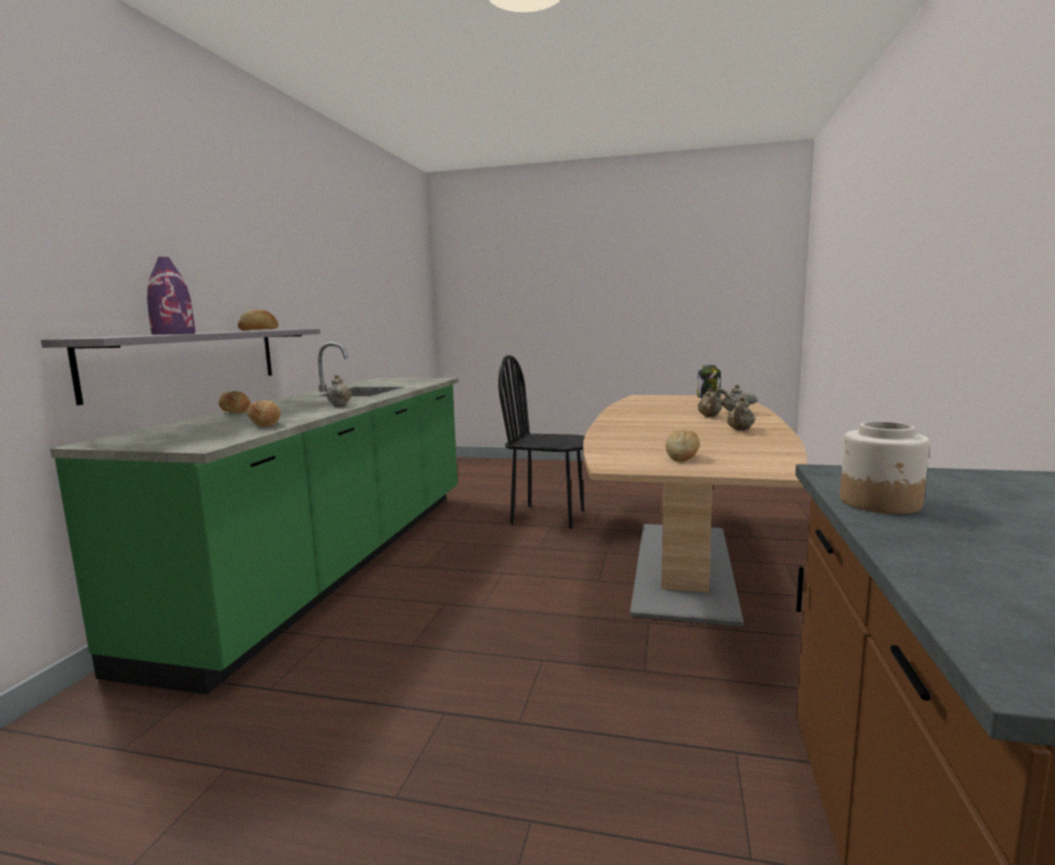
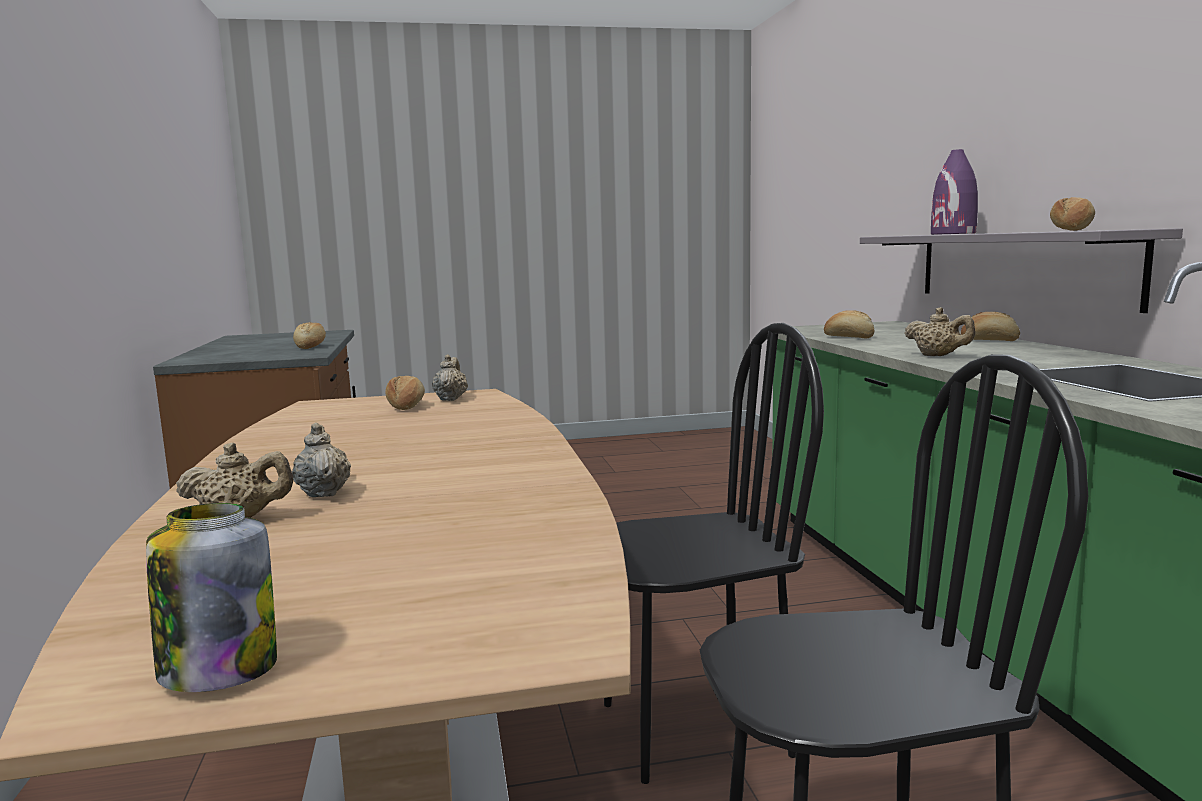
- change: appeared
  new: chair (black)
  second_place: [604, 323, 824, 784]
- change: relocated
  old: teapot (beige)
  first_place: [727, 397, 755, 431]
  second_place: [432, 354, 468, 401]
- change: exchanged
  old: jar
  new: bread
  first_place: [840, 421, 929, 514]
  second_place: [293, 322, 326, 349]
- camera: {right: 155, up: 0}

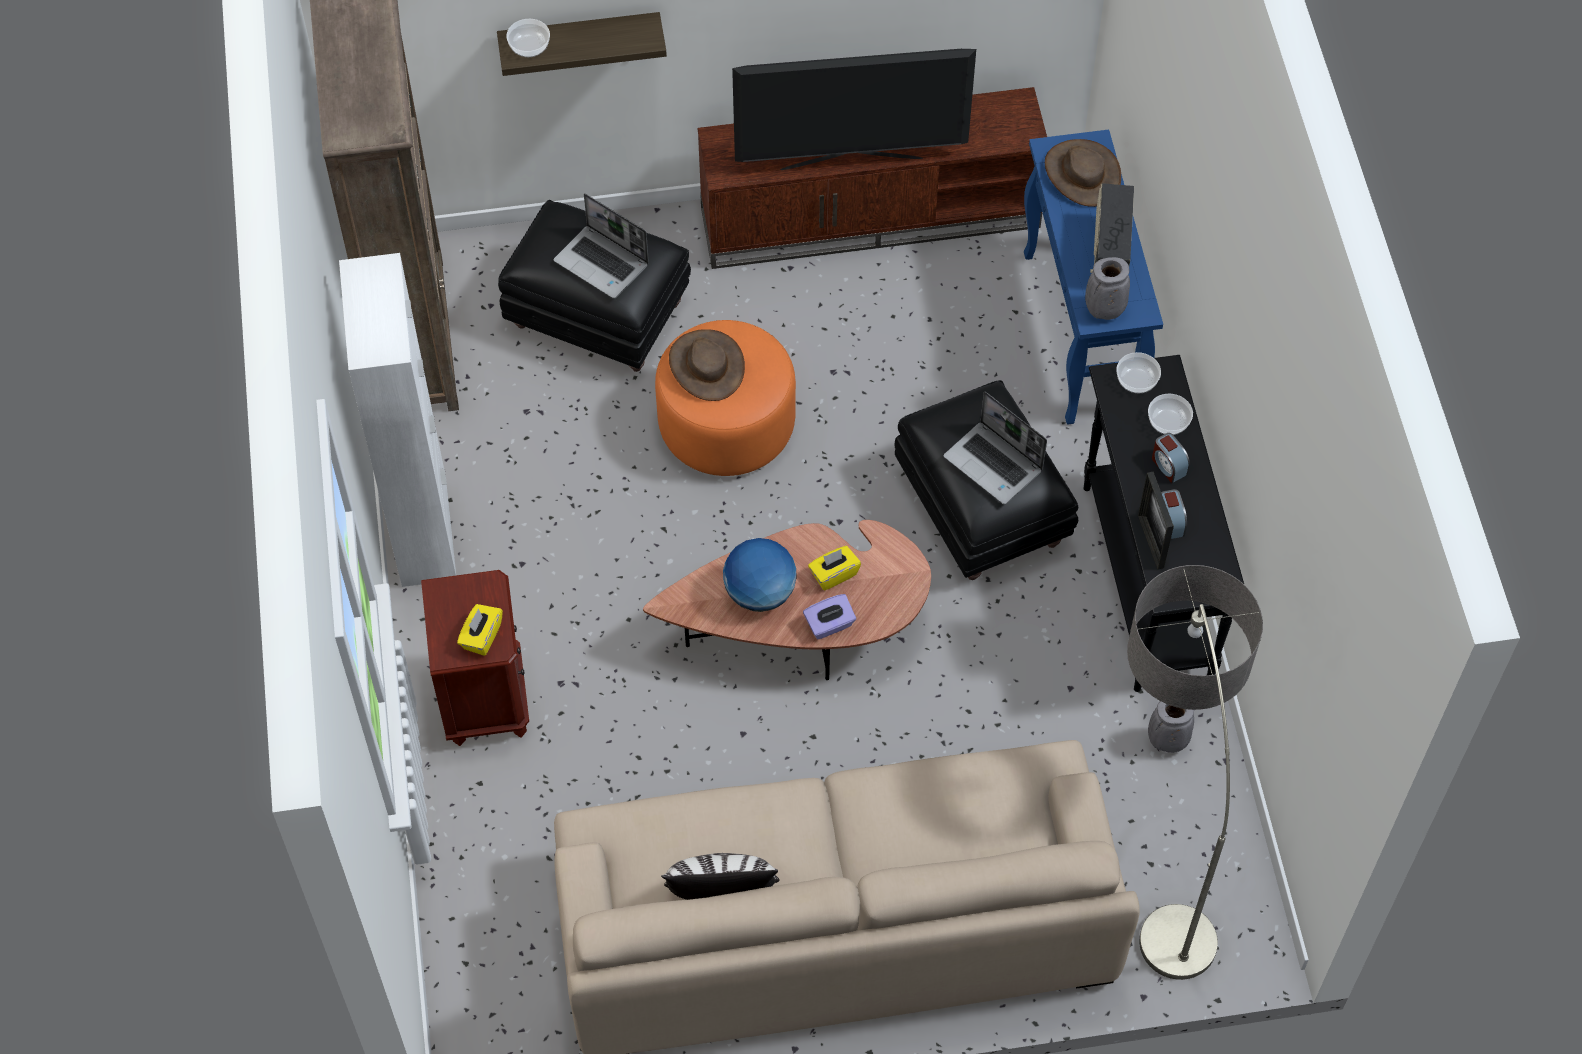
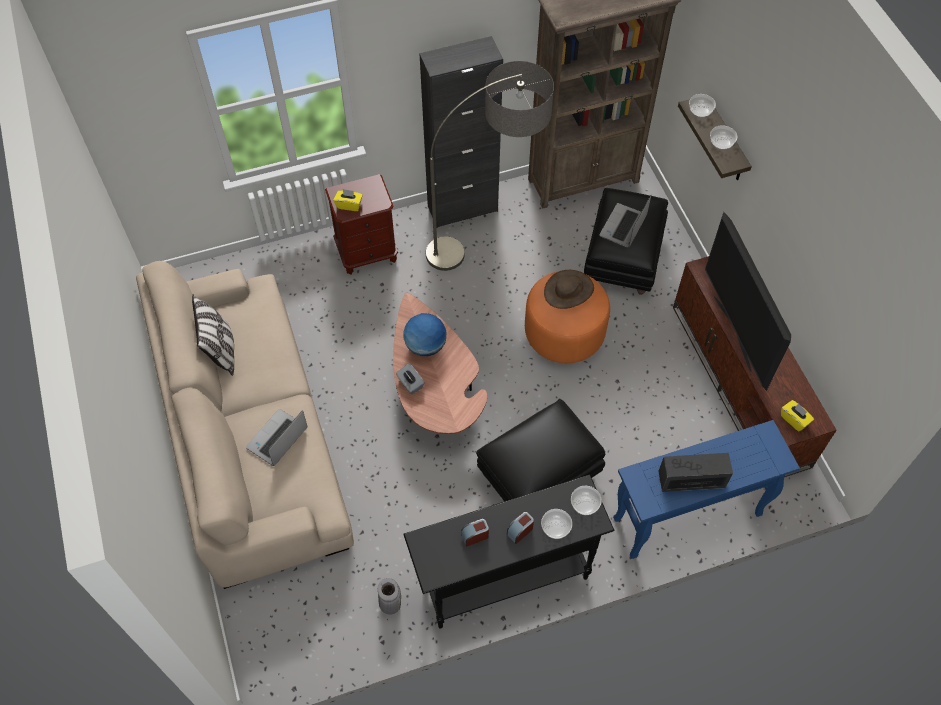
- change: missing
  old: hat (brown)
  first_place: [1045, 139, 1121, 207]
- change: missing
  old: vase (grey)
  first_place: [1085, 257, 1130, 320]
- change: missing
  old: picture frame
  first_place: [1138, 472, 1174, 570]
- change: appeared
  new: bowl
  second_place: [710, 125, 737, 150]
- change: relocated
  old: tissue box (yellow)
  first_place: [808, 546, 861, 591]
  second_place: [781, 400, 814, 431]
- change: relocated
  old: laptop
  first_place: [943, 391, 1047, 504]
  second_place: [246, 409, 308, 466]
- change: relocated
  old: floor lamp
  first_place: [1127, 565, 1263, 980]
  second_place: [426, 61, 554, 271]
- change: colour
  old: cabinet (white)
  new: cabinet (black)
  first_place: [339, 253, 456, 587]
  second_place: [419, 36, 503, 228]
- change: colour
  old: tissue box (purple)
  new: tissue box (grey)
  first_place: [803, 594, 856, 639]
  second_place: [396, 363, 424, 394]
- camera: {right: 80, up: 0}

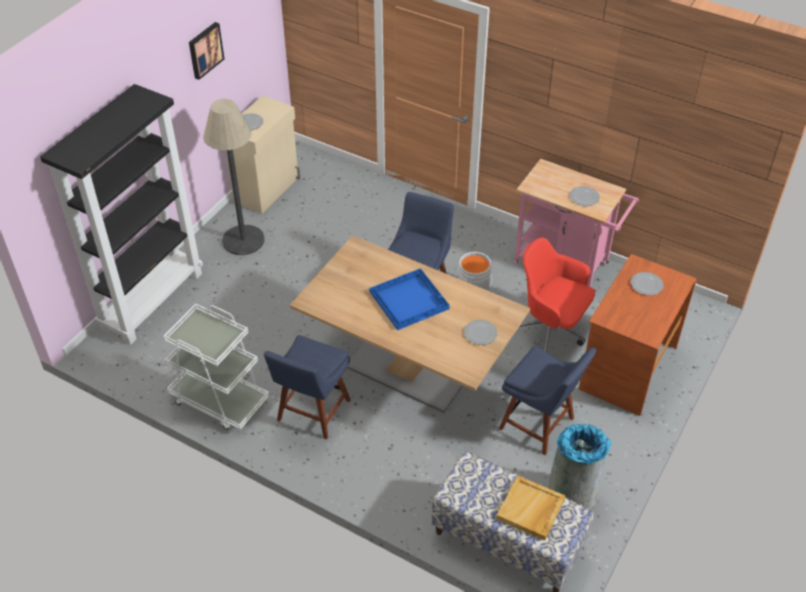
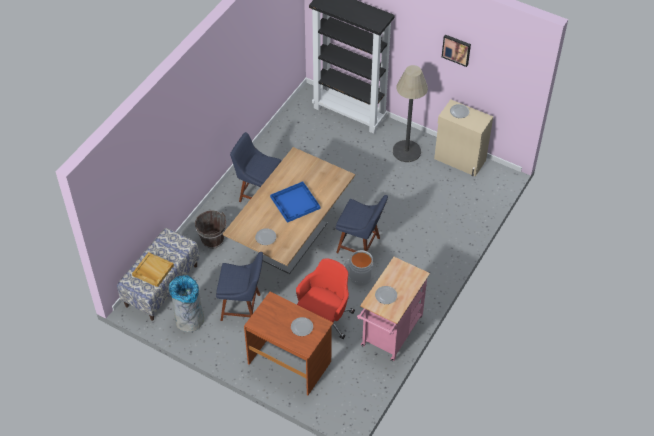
- change: missing
  old: cart (white)
  first_place: [163, 303, 269, 430]
- change: appeared
  new: bucket (brown)
  second_place: [195, 210, 226, 249]
- change: spun
  old: chair (blue)
  first_place: [499, 346, 596, 455]
  second_place: [216, 252, 263, 321]
  degrees: -120
- camera: {right: 90, up: 5}

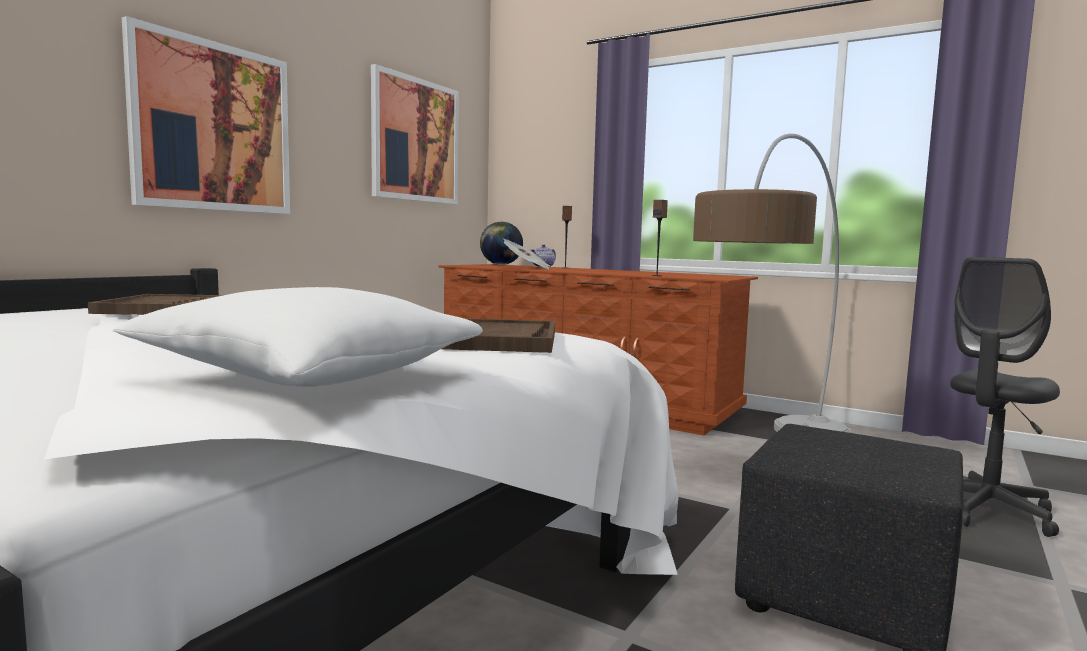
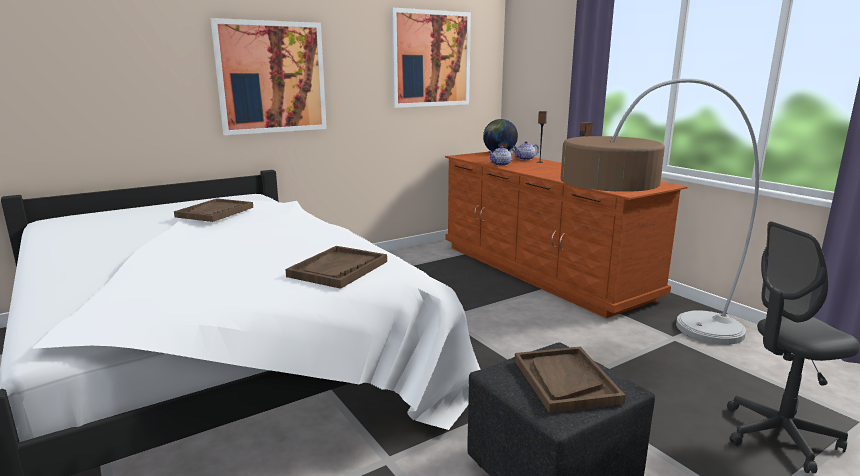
- change: missing
  old: pillow (white)
  first_place: [113, 287, 483, 387]
- change: appeared
  new: tray (brown)
  second_place: [515, 347, 626, 413]
- change: exchanged
  old: newspaper
  new: teapot
  first_place: [503, 238, 550, 270]
  second_place: [488, 146, 515, 166]
- camera: {right: 25, up: 10}

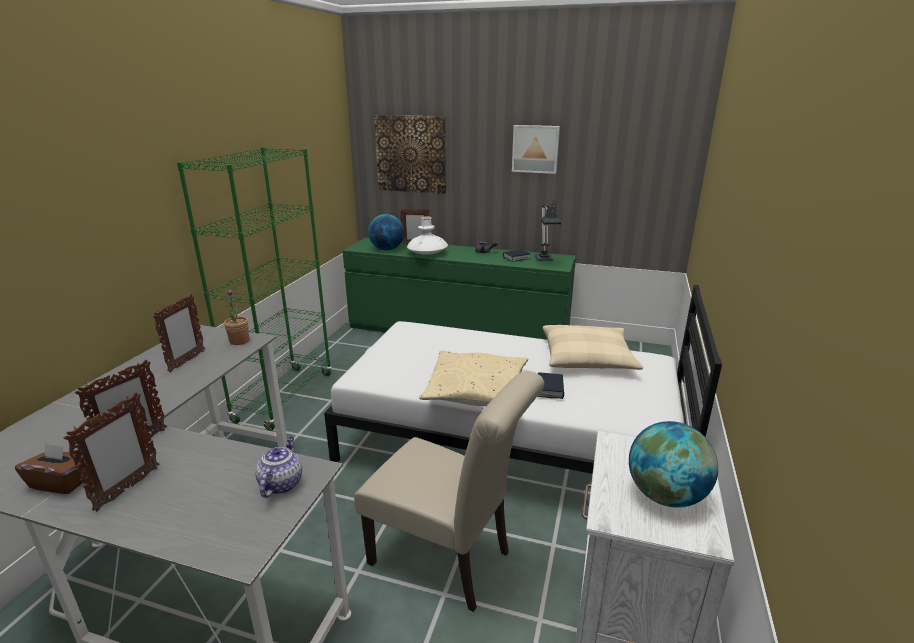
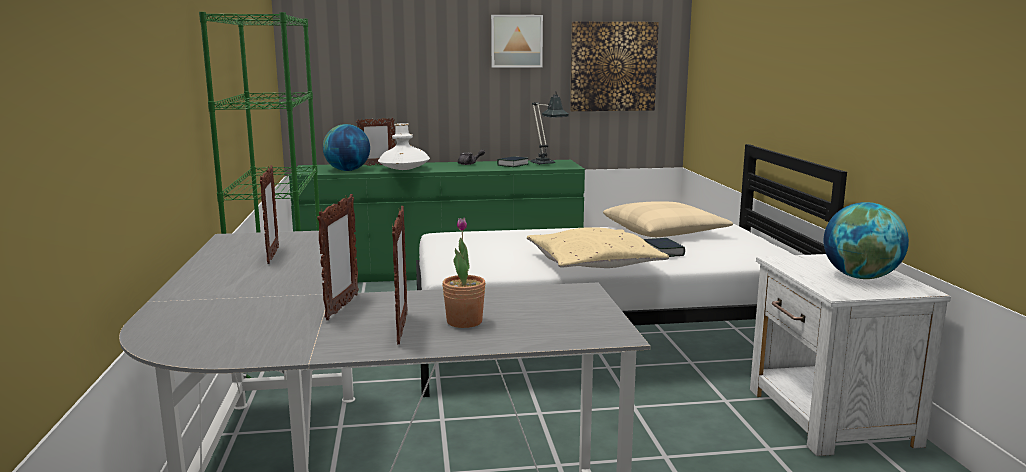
- change: missing
  old: tissue box (brown)
  first_place: [15, 443, 87, 494]
- change: missing
  old: teapot
  first_place: [255, 437, 302, 498]
- change: missing
  old: chair (beige)
  first_place: [354, 371, 544, 612]
- change: relocated
  old: potted plant
  first_place: [224, 289, 249, 345]
  second_place: [442, 218, 486, 328]
- change: relocated
  old: picture
  first_place: [374, 115, 446, 194]
  second_place: [570, 22, 659, 111]
- camera: {right: -25, up: -10}

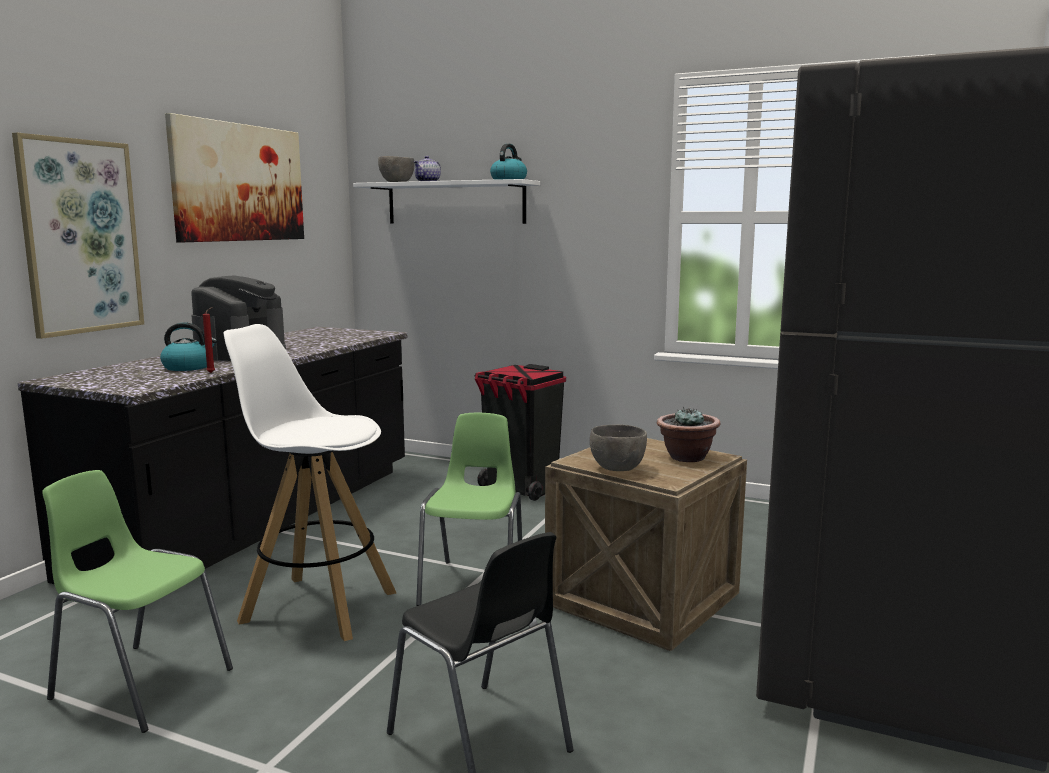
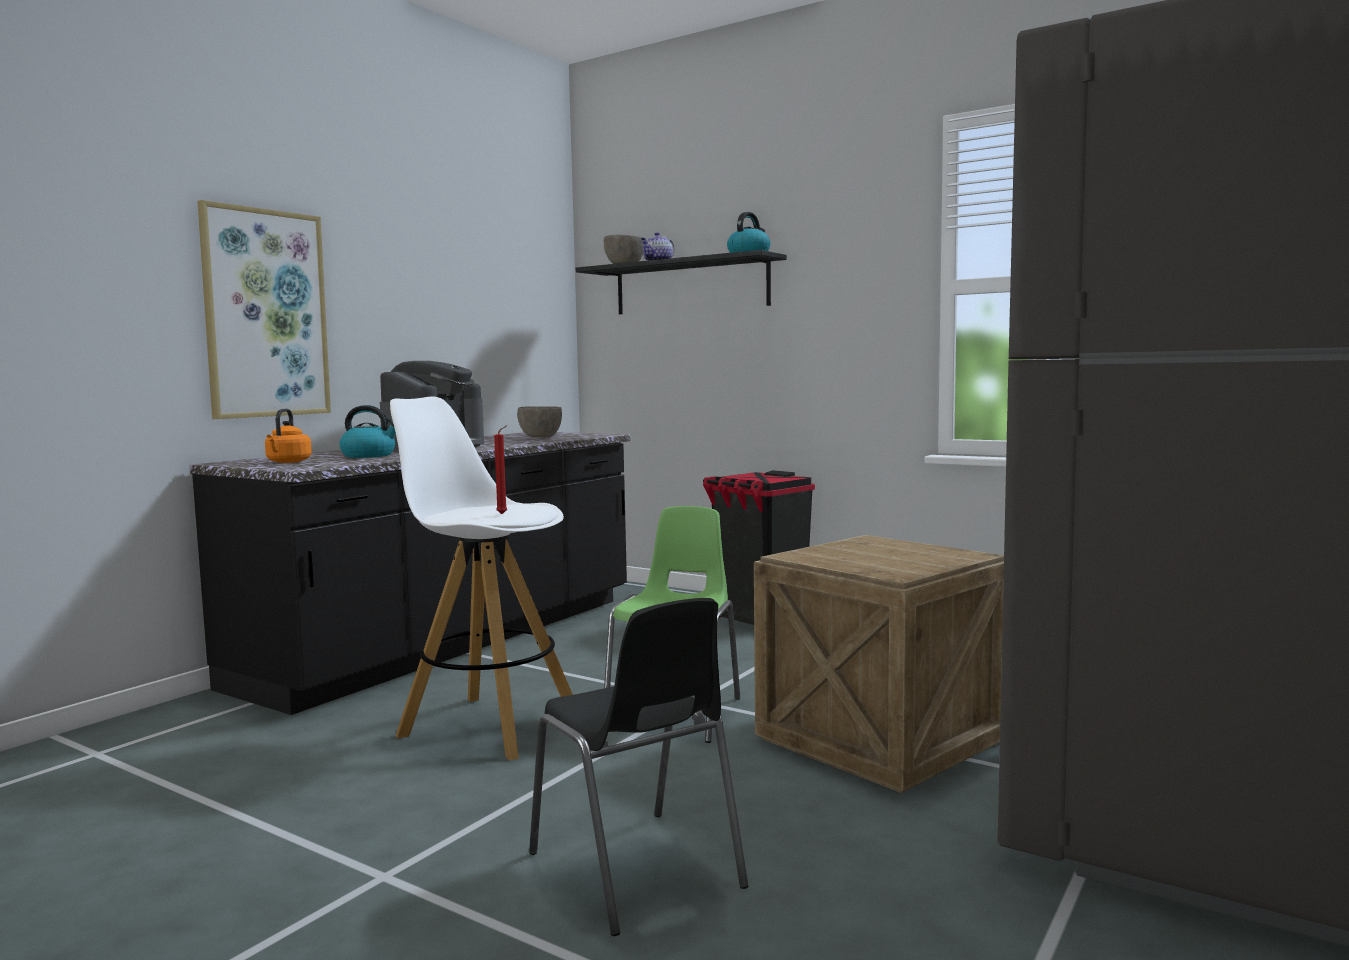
- change: missing
  old: chair (green)
  first_place: [42, 470, 233, 733]
- change: missing
  old: picture
  first_place: [165, 113, 304, 242]
- change: missing
  old: potted plant
  first_place: [656, 406, 720, 462]
- change: appeared
  new: kettle (orange)
  second_place: [265, 408, 312, 463]
- change: relocated
  old: candle (red)
  first_place: [203, 307, 215, 373]
  second_place: [494, 425, 507, 514]
- change: relocated
  old: bowl (grey)
  first_place: [590, 424, 647, 471]
  second_place: [517, 406, 562, 437]
- change: colour
  old: shelf (white)
  new: shelf (black)
  first_place: [353, 179, 540, 224]
  second_place: [576, 250, 787, 314]
- camera: {right: 10, up: -5}

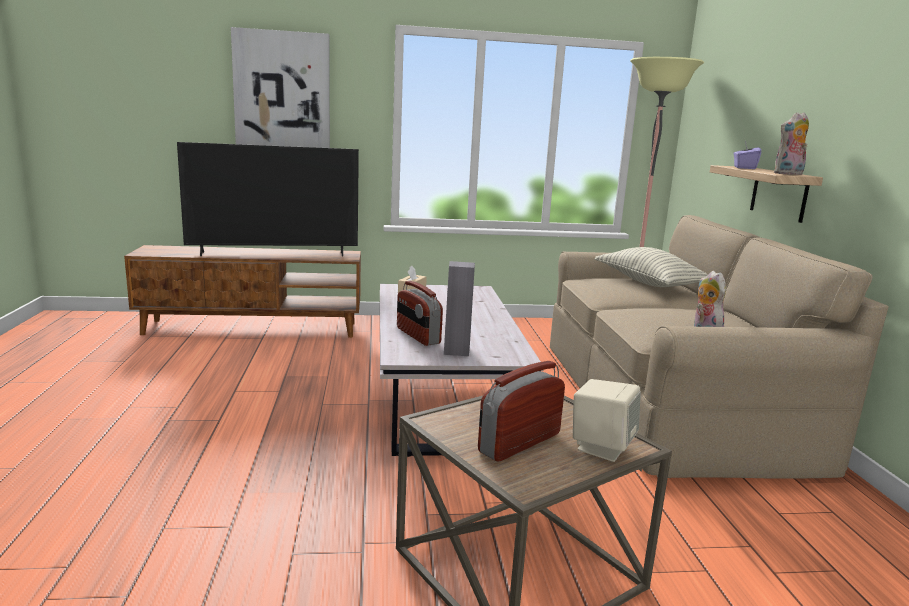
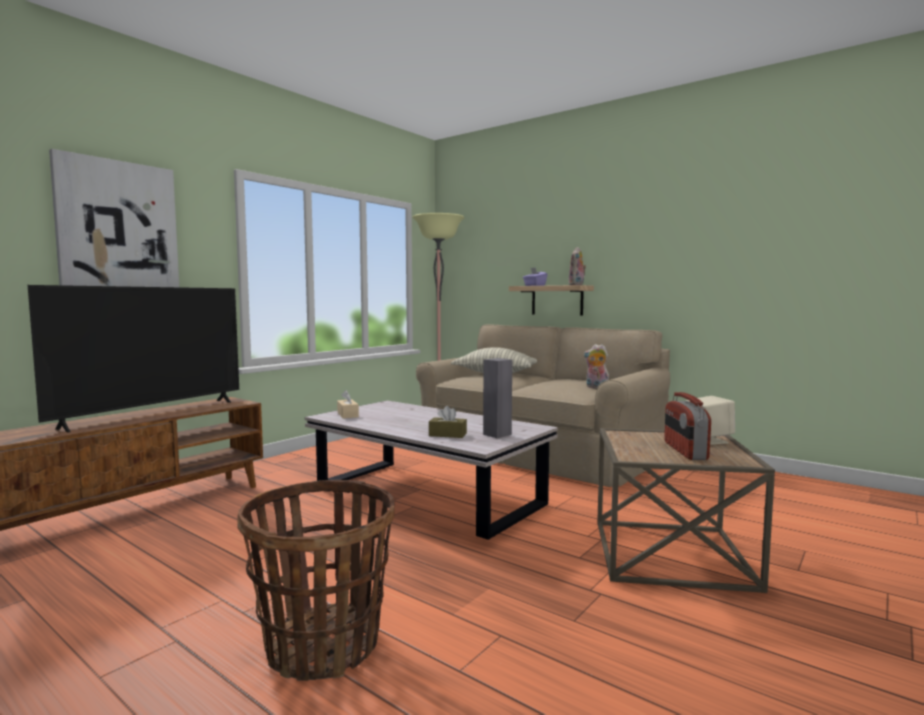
- change: appeared
  new: basket
  second_place: [237, 480, 395, 681]
- change: exchanged
  old: radio
  new: tissue box (brown)
  first_place: [397, 281, 443, 346]
  second_place: [429, 406, 467, 438]
- camera: {right: -45, up: -10}

